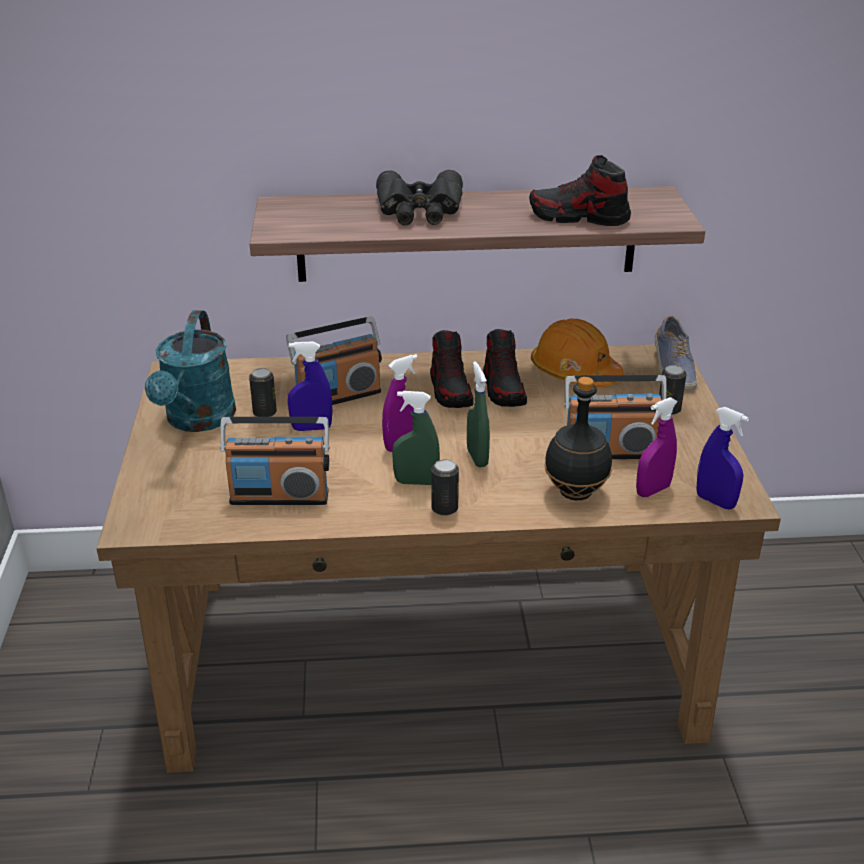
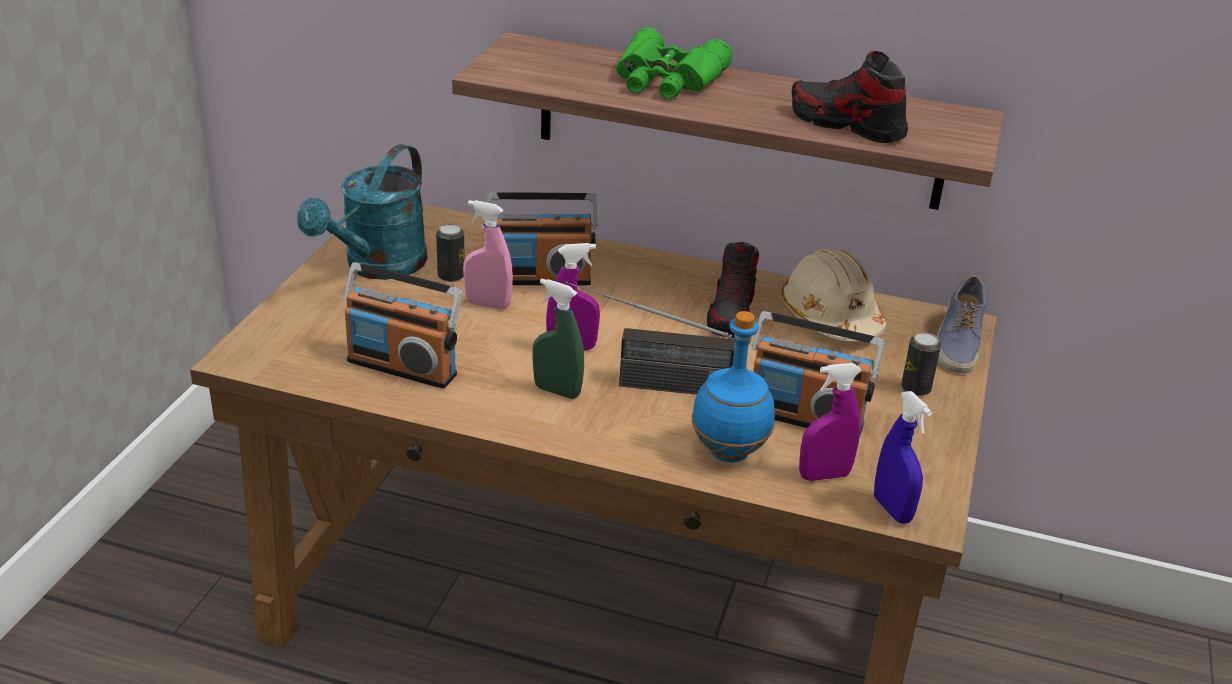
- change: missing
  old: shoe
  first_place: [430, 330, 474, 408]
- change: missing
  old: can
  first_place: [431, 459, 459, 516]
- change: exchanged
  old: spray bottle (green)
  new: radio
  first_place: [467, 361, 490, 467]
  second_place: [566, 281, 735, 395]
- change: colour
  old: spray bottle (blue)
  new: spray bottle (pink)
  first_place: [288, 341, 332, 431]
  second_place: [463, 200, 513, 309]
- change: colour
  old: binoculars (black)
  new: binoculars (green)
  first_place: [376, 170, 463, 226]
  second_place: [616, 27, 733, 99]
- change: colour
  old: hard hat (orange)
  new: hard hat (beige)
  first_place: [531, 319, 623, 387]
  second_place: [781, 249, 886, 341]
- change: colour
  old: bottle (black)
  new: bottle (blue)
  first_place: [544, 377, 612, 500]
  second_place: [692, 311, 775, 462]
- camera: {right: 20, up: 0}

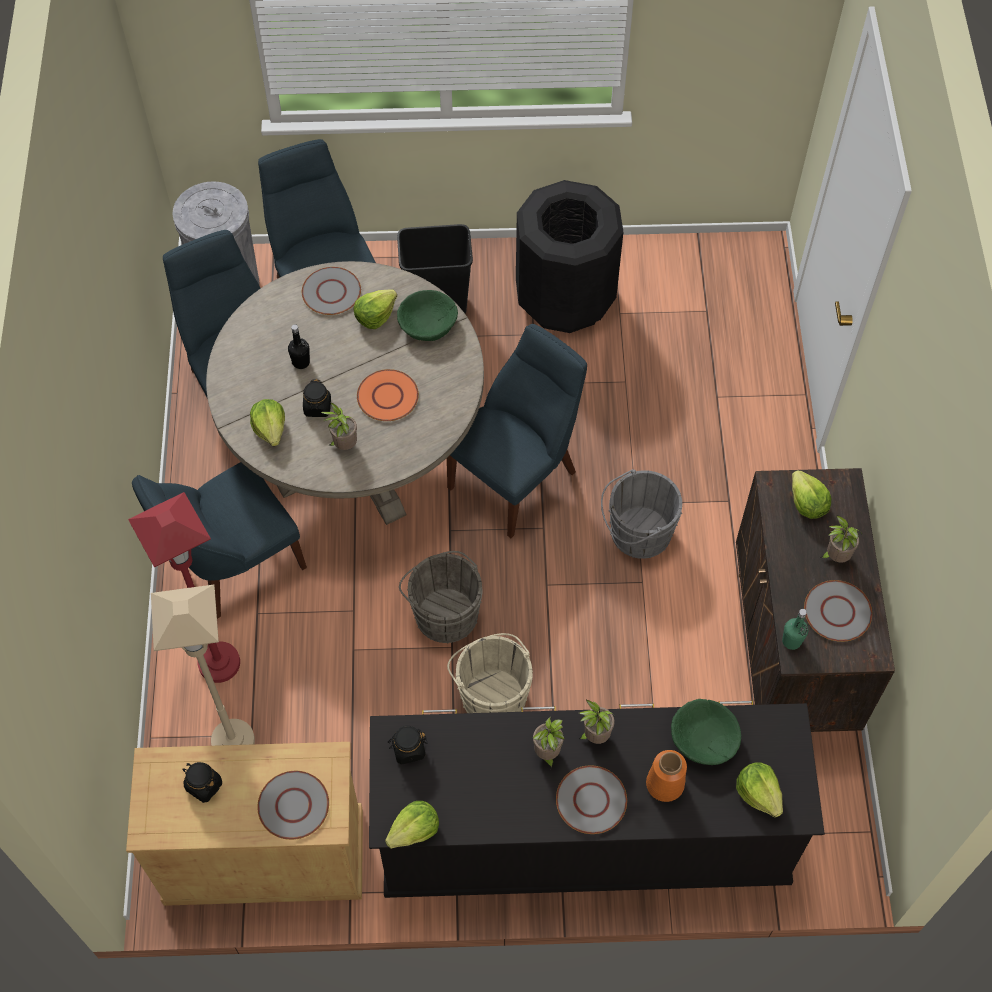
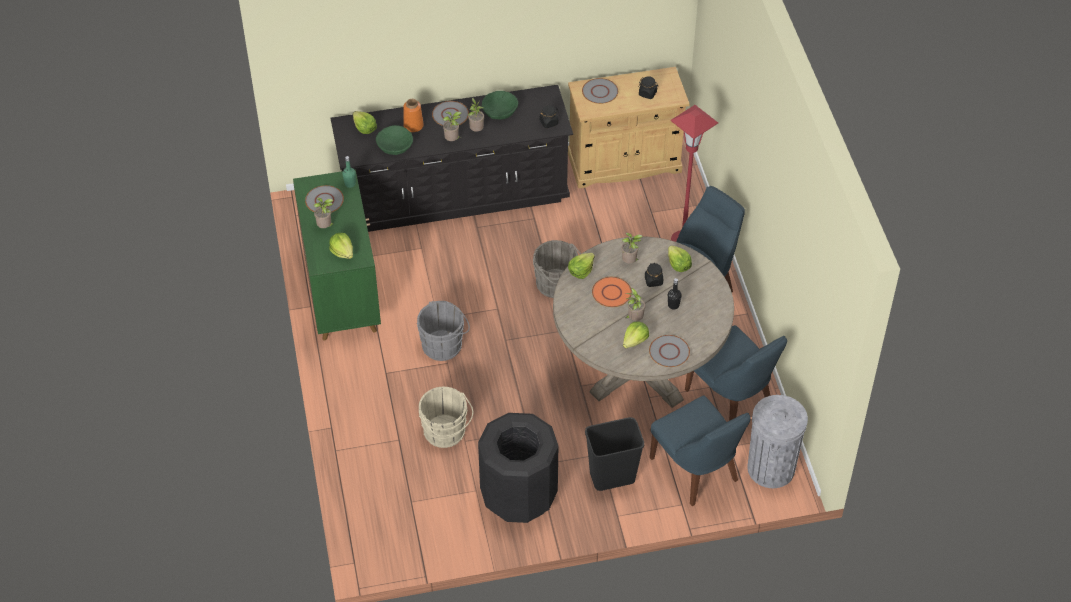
- change: missing
  old: floor lamp (beige)
  first_place: [151, 585, 255, 746]
- change: missing
  old: chair (blue)
  first_place: [447, 324, 587, 538]
- change: appeared
  new: potted plant
  second_place: [626, 288, 645, 321]
- change: relocated
  old: lettuce
  first_place: [385, 801, 439, 849]
  second_place: [568, 253, 595, 279]
- change: relocated
  old: bowl (green)
  first_place: [397, 290, 458, 341]
  second_place: [482, 91, 518, 120]
- change: relocated
  old: bucket (beige)
  first_place: [447, 633, 533, 713]
  second_place: [419, 387, 473, 448]
- change: colour
  old: cabinet (brown)
  new: cabinet (green)
  first_place: [736, 468, 895, 732]
  second_place: [293, 170, 381, 341]
- camera: {right: 170, up: -10}

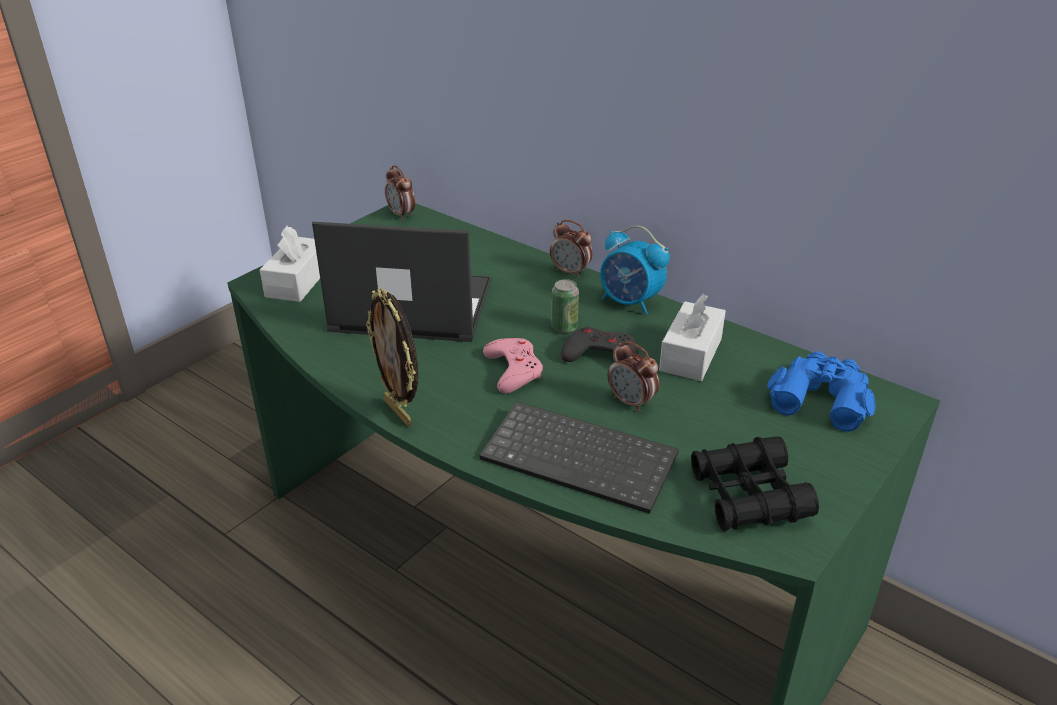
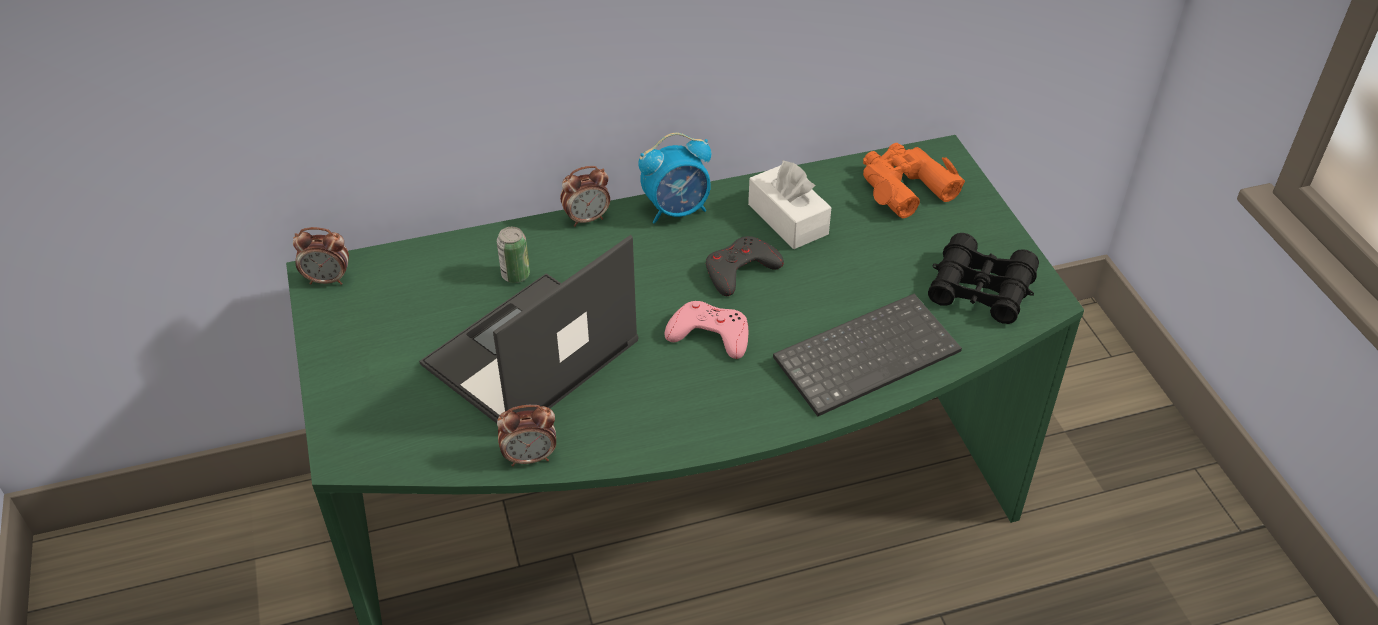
- change: missing
  old: tissue box (white)
  first_place: [260, 226, 320, 302]
- change: missing
  old: picture frame
  first_place: [366, 289, 418, 427]
- change: relocated
  old: can
  first_place: [551, 279, 579, 333]
  second_place: [497, 227, 530, 283]
- change: relocated
  old: alarm clock
  first_place: [608, 341, 659, 412]
  second_place: [497, 405, 556, 467]
- change: colour
  old: binoculars (blue)
  new: binoculars (orange)
  first_place: [767, 351, 876, 432]
  second_place: [863, 143, 965, 218]
- camera: {right: -55, up: 10}

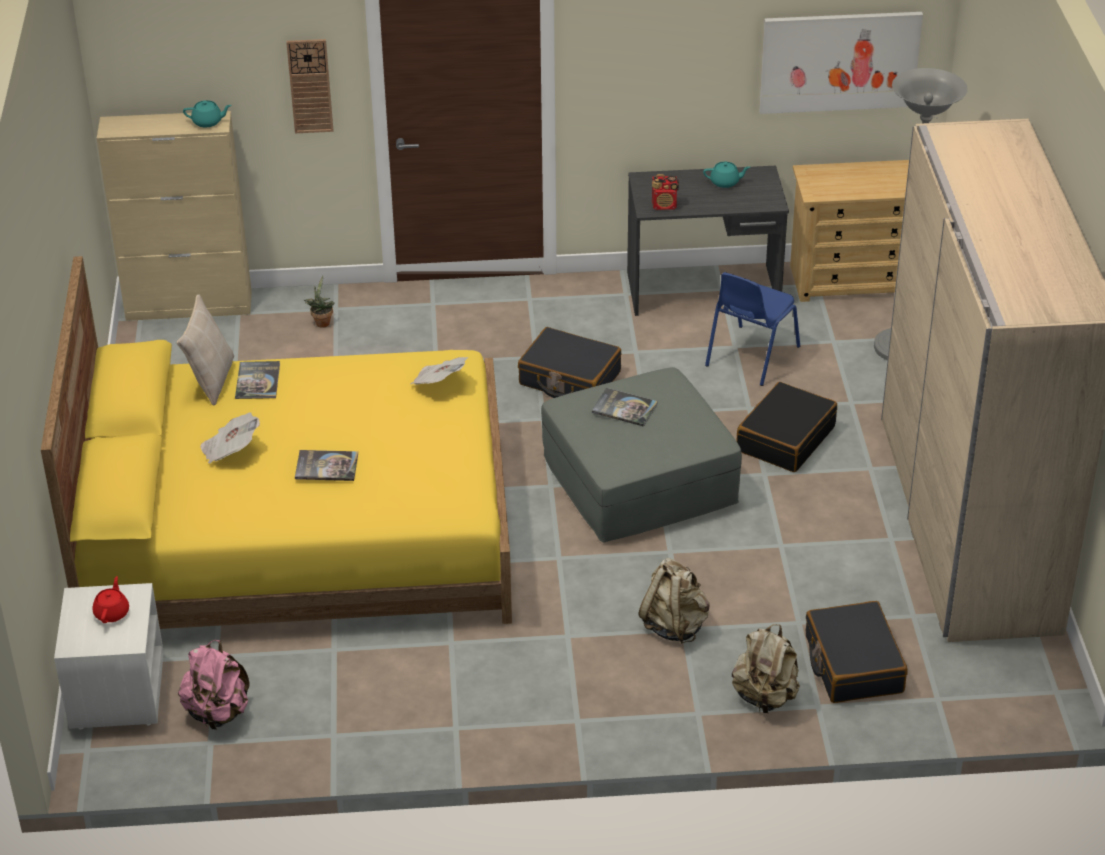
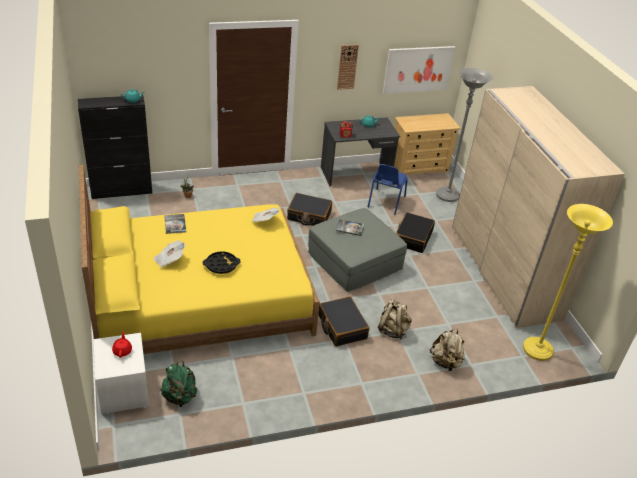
- change: missing
  old: pillow (beige)
  first_place: [177, 294, 234, 406]
- change: appeared
  new: floor lamp (yellow)
  second_place: [523, 204, 613, 361]
- change: relocated
  old: wall clock
  first_place: [286, 39, 333, 133]
  second_place: [337, 45, 359, 90]
- change: relocated
  old: suitcase (black)
  first_place: [806, 601, 908, 703]
  second_place: [318, 297, 369, 347]
- change: exchanged
  old: book
  new: tray (black)
  first_place: [295, 450, 358, 481]
  second_place: [203, 251, 240, 274]
- change: colour
  old: cabinet (beige)
  new: cabinet (black)
  first_place: [97, 111, 252, 321]
  second_place: [78, 96, 152, 199]
- change: colour
  old: backpack (pink)
  new: backpack (green)
  first_place: [178, 640, 250, 730]
  second_place: [161, 361, 197, 407]
- camera: {right: -15, up: 0}

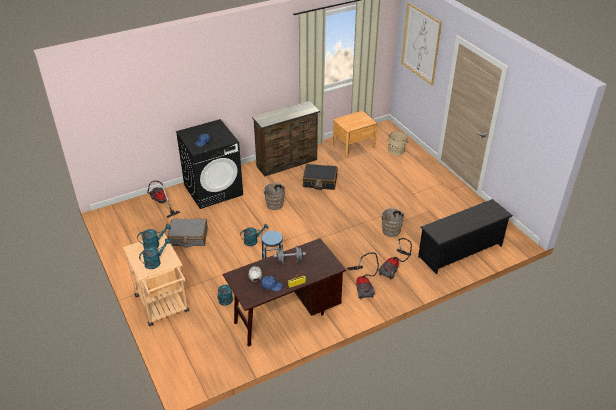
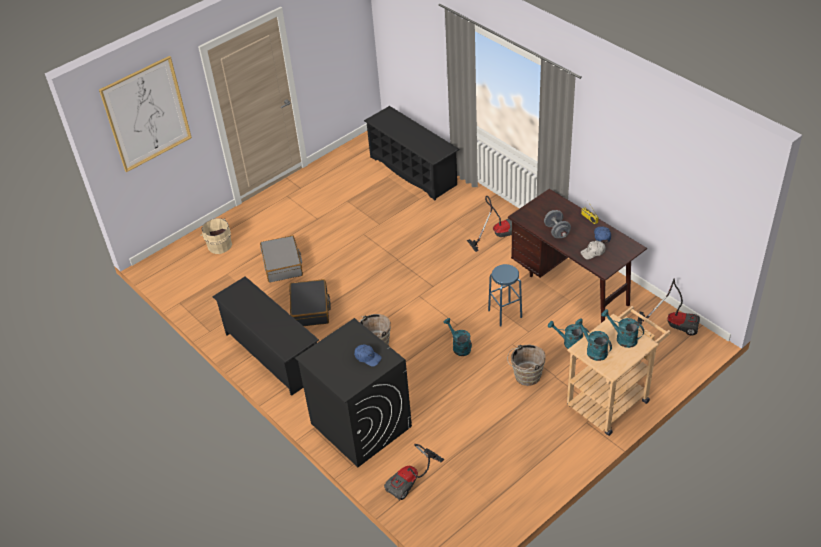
- change: missing
  old: nightstand (brown)
  first_place: [333, 111, 377, 157]
- change: relocated
  old: suitcase (grey)
  first_place: [167, 219, 208, 248]
  second_place: [260, 235, 303, 283]
- change: relocated
  old: vacuum cleaner
  first_place: [379, 238, 412, 280]
  second_place: [637, 279, 700, 336]
- change: relocated
  old: bucket (brown)
  first_place: [381, 206, 404, 237]
  second_place: [507, 344, 546, 386]
- change: exchanged
  old: dresser (brown)
  new: shoe rack (black)
  first_place: [252, 101, 320, 176]
  second_place: [212, 276, 319, 396]
- camera: {right: -100, up: 5}

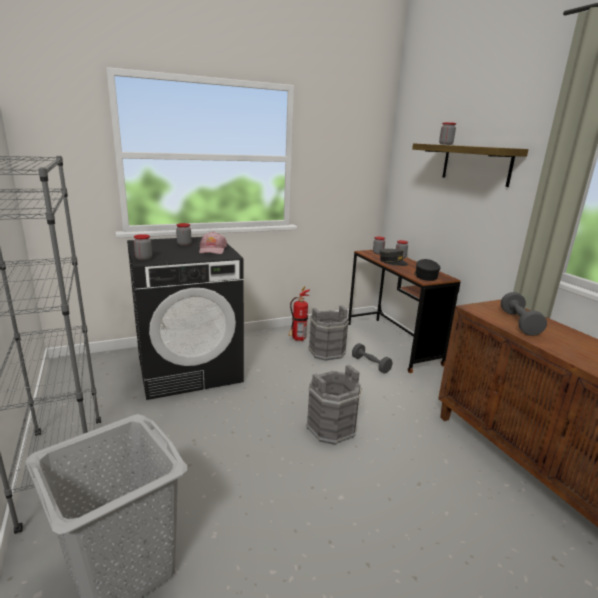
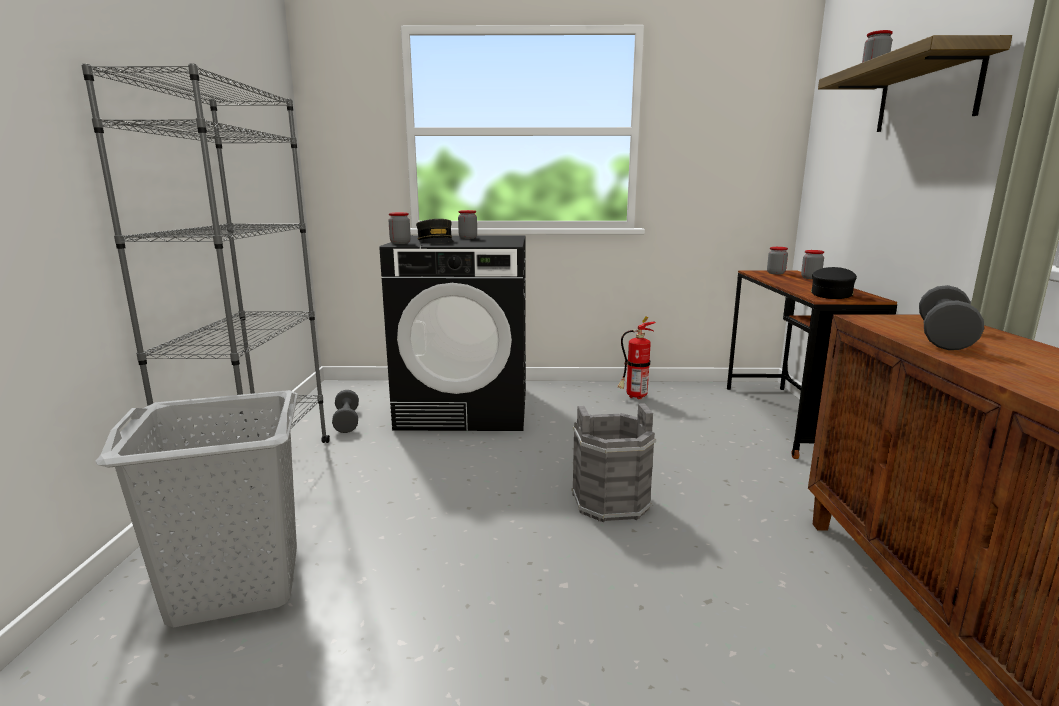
- change: missing
  old: cap (pink)
  first_place: [199, 232, 227, 254]
- change: missing
  old: bucket (grey)
  first_place: [308, 305, 349, 361]
- change: relocated
  old: dumbbell (grey)
  first_place: [352, 343, 392, 374]
  second_place: [332, 390, 359, 433]
- change: relocated
  old: cap (grey)
  first_place: [380, 249, 409, 266]
  second_place: [416, 219, 454, 243]
- camera: {right: 25, up: -5}

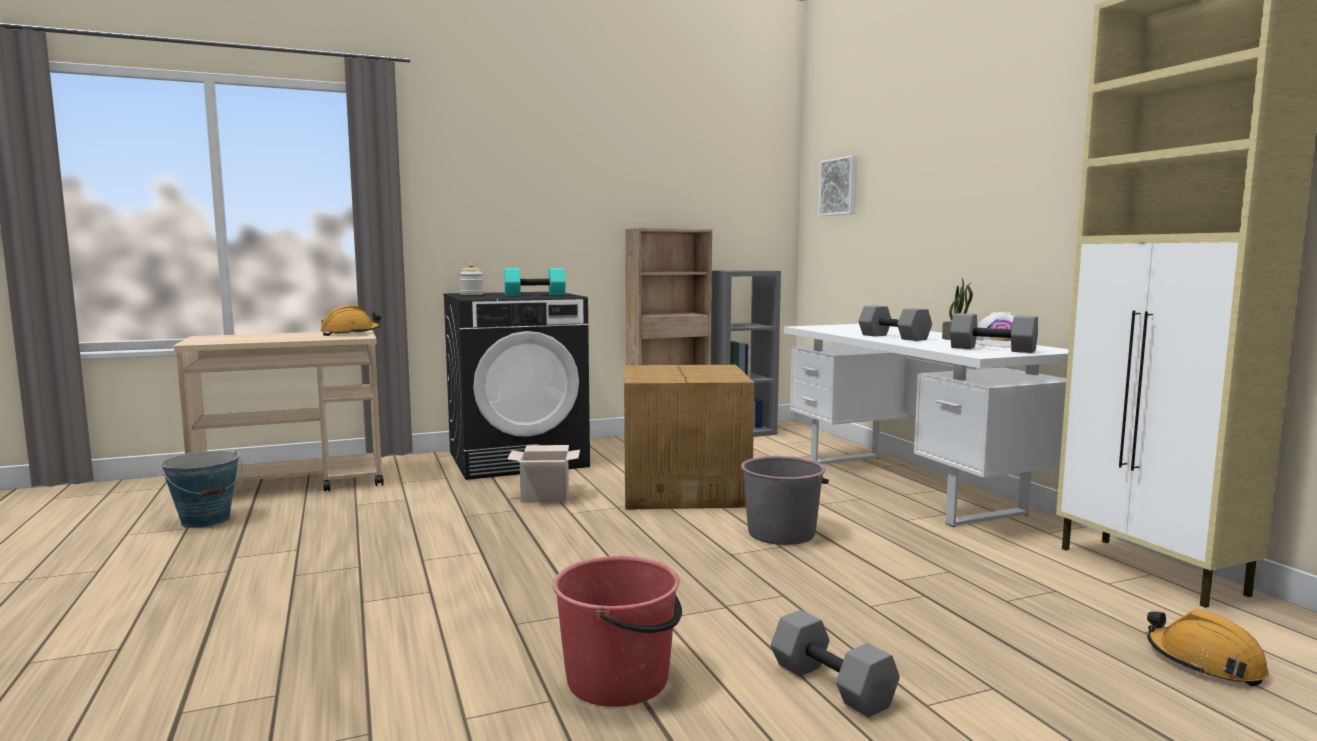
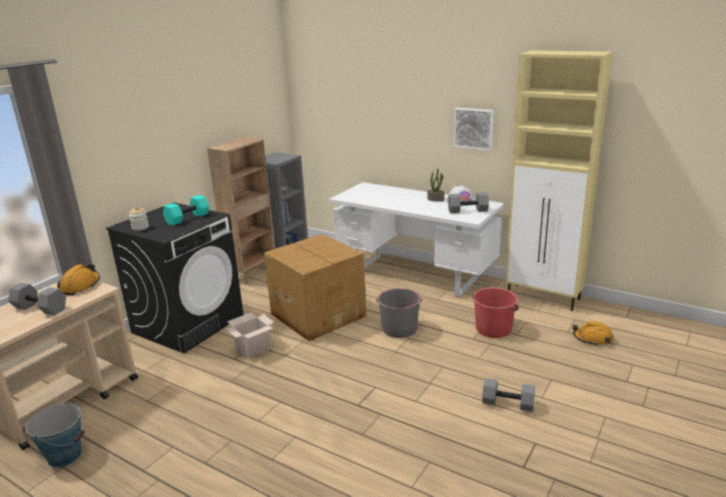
- change: relocated
  old: bucket (red)
  first_place: [553, 556, 682, 707]
  second_place: [473, 287, 519, 338]
- change: relocated
  old: picture
  first_place: [818, 155, 858, 216]
  second_place: [454, 108, 494, 151]
- change: relocated
  old: dumbbell (grey)
  first_place: [858, 305, 932, 341]
  second_place: [8, 283, 66, 315]
- camera: {right: -35, up: 15}

